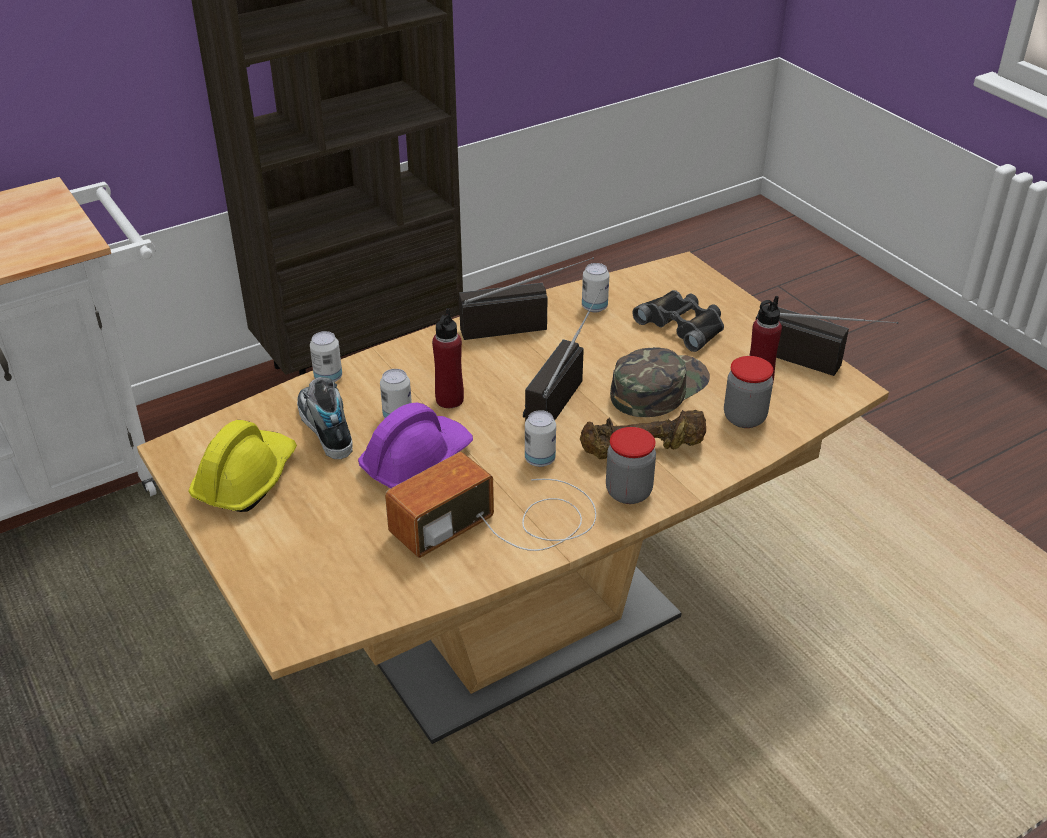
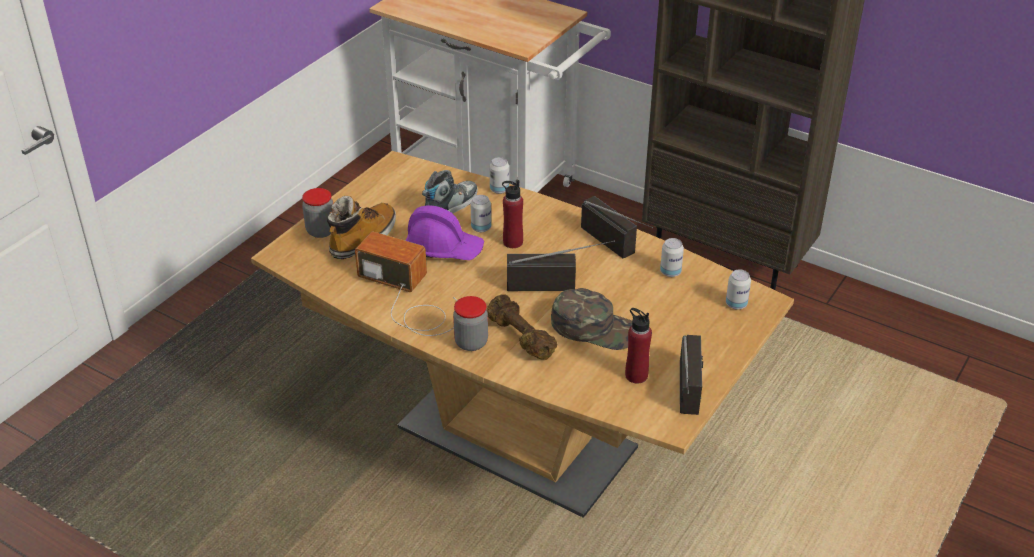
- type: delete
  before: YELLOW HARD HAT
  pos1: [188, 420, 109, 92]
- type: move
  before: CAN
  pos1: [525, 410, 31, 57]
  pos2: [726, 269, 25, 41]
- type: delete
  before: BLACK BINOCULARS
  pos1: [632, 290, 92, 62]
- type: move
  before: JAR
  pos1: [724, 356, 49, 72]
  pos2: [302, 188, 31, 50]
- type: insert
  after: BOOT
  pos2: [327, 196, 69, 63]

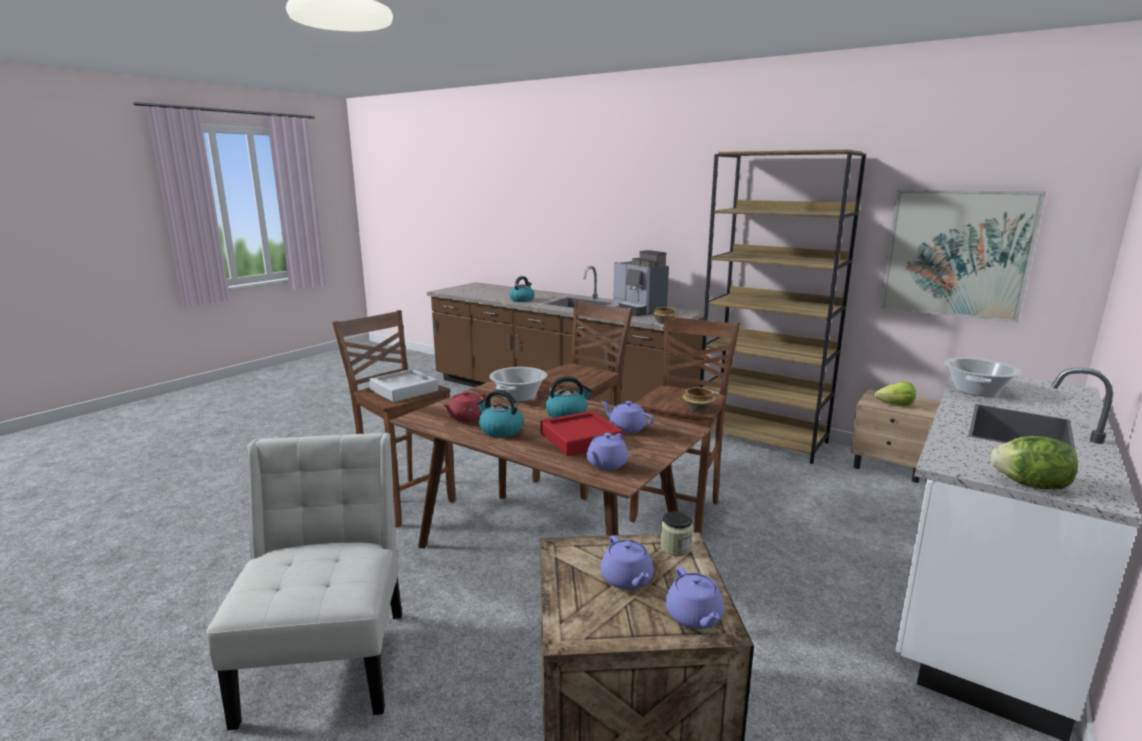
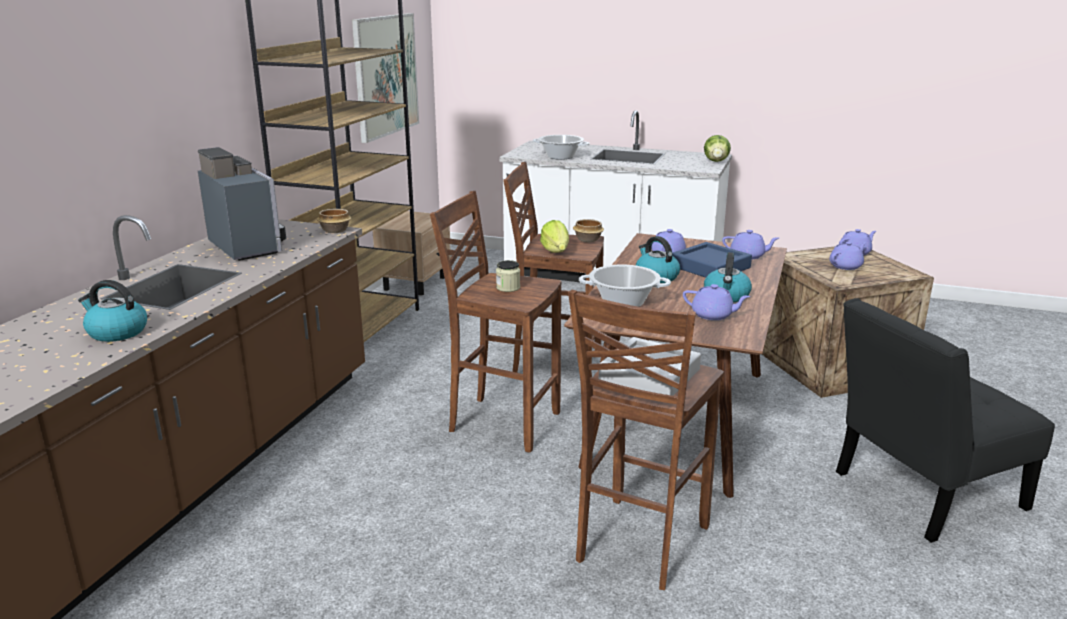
- type: recolor
  before: WHITE CHAIR
  after: BLACK CHAIR
  pos1: [206, 433, 196, 298]
  pos2: [836, 298, 219, 245]
- type: recolor
  before: RED TEAPOT
  after: PURPLE TEAPOT
  pos1: [443, 391, 43, 31]
  pos2: [683, 284, 67, 36]
- type: recolor
  before: RED TRAY
  after: BLUE TRAY
  pos1: [540, 411, 83, 45]
  pos2: [672, 242, 80, 36]
- type: rotate
  before: COFFEE MACHINE
  pos1: [613, 250, 56, 66]
  pos2: [198, 147, 88, 114]
  turn: -75
- type: move
  before: JAR
  pos1: [660, 511, 33, 45]
  pos2: [496, 260, 24, 32]
- type: move
  before: LETTUCE
  pos1: [875, 382, 41, 24]
  pos2: [540, 220, 29, 33]

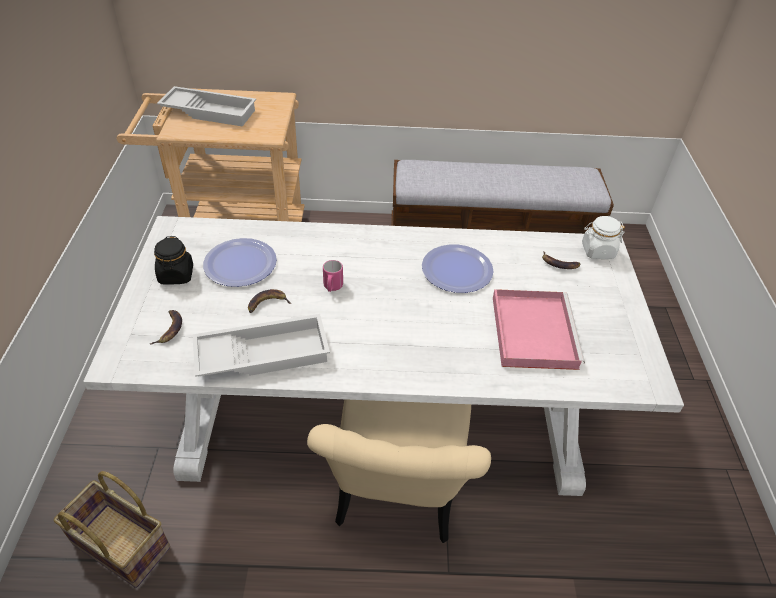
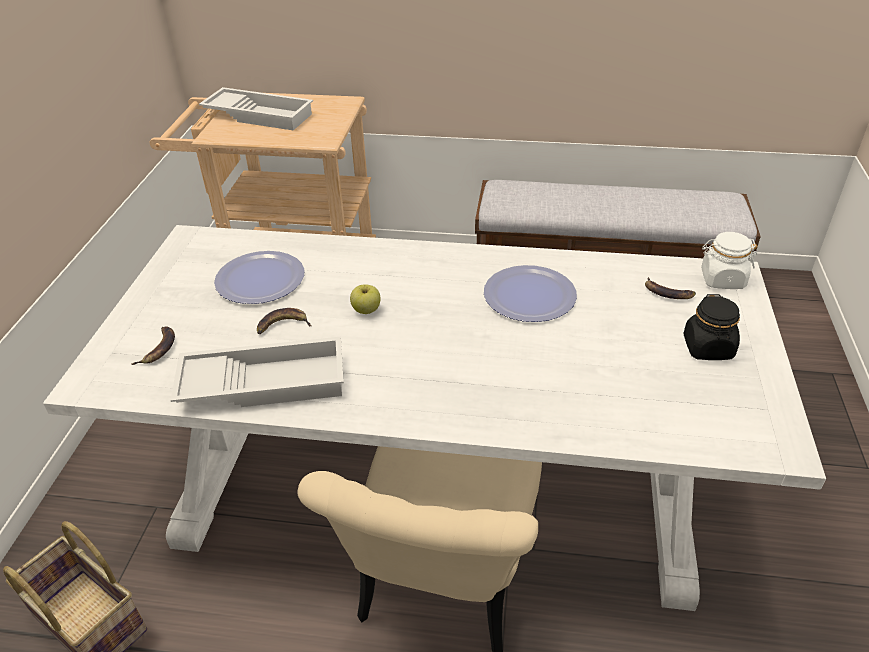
- type: move
  before: BLACK JAR
  pos1: [154, 236, 39, 49]
  pos2: [683, 294, 57, 66]
- type: replace
  before: PINK MUG
  after: APPLE
  pos1: [323, 260, 20, 32]
  pos2: [350, 284, 31, 30]
- type: delete
  before: PINK TRAY
  pos1: [493, 289, 92, 81]

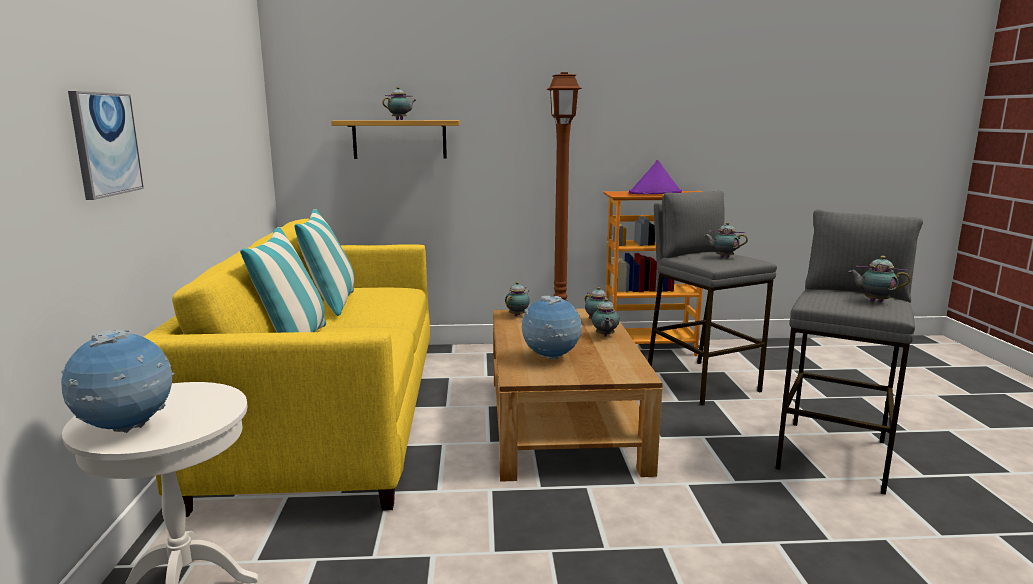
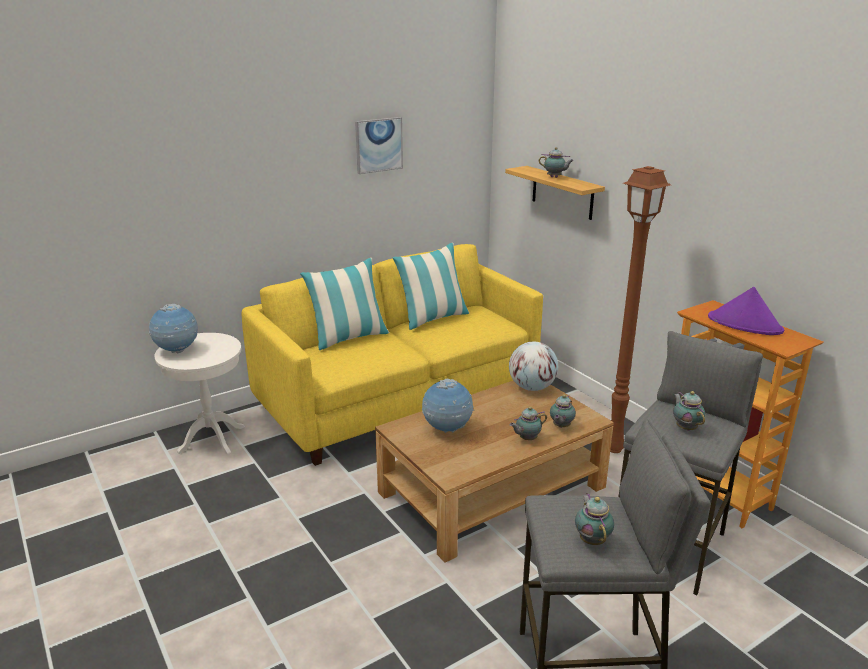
- type: move
  before: PICTURE
  pos1: [68, 91, 76, 109]
  pos2: [355, 117, 48, 57]
- type: replace
  before: TEAPOT
  after: GLOBE
  pos1: [505, 282, 25, 34]
  pos2: [509, 342, 49, 49]

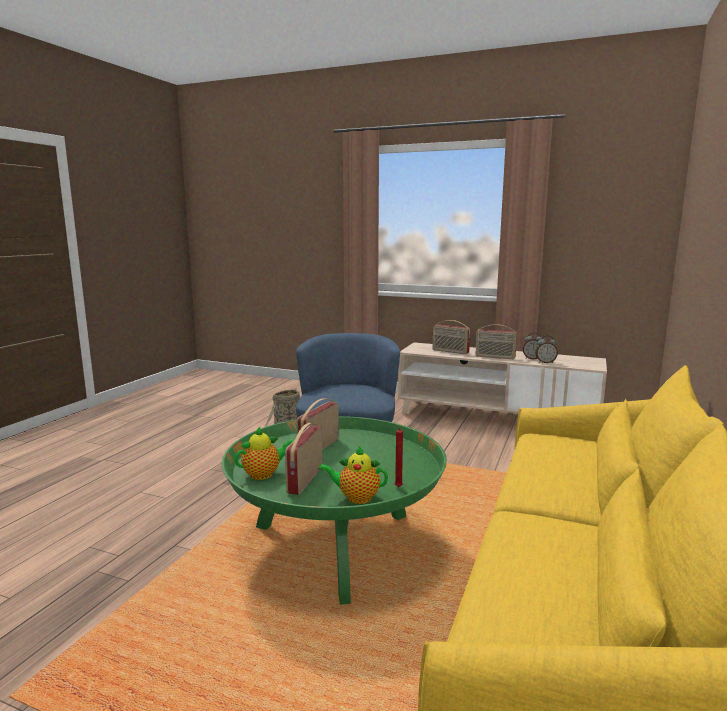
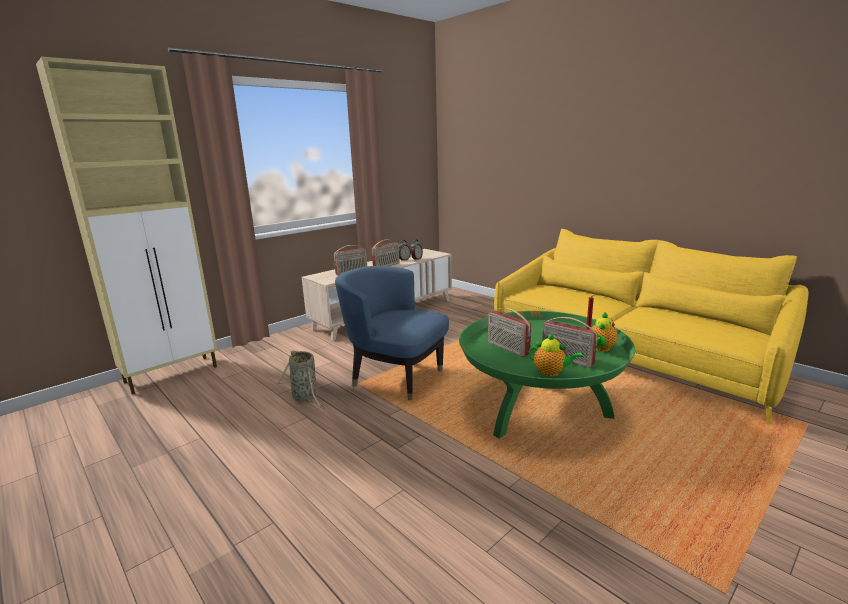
- type: rotate
  before: TEAPOT
  pos1: [235, 427, 59, 53]
  pos2: [529, 333, 55, 44]
  turn: 120
- type: insert
  after: BEIGE CABINET
  pos2: [36, 57, 181, 338]

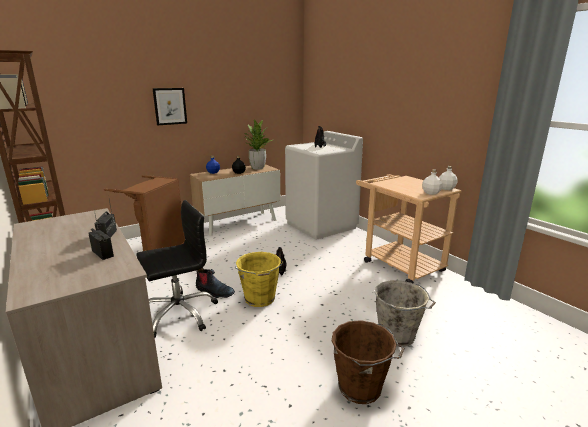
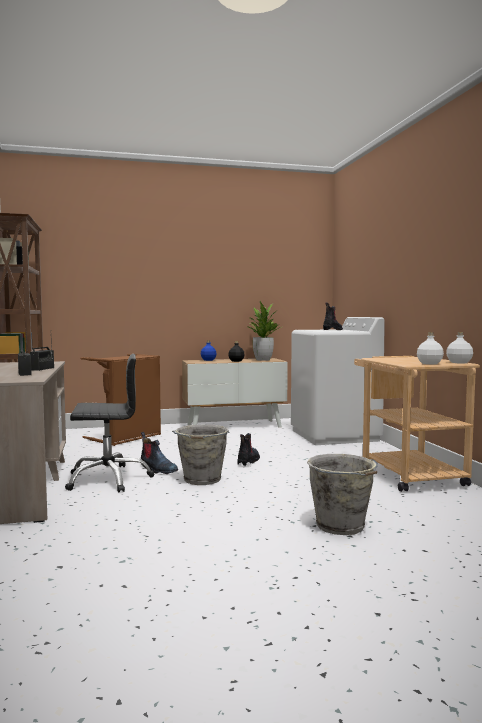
- type: delete
  before: PICTURE
  pos1: [152, 88, 35, 38]
- type: recolor
  before: YELLOW BUCKET
  after: GREY BUCKET
  pos1: [235, 252, 48, 55]
  pos2: [172, 424, 57, 61]
- type: delete
  before: BROWN BUCKET
  pos1: [332, 320, 73, 84]

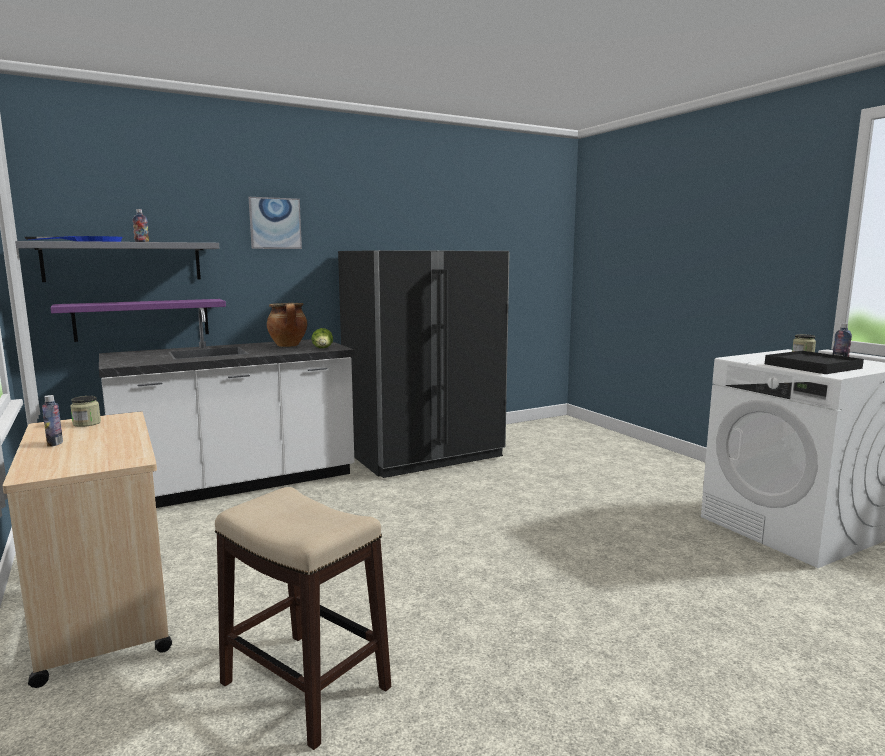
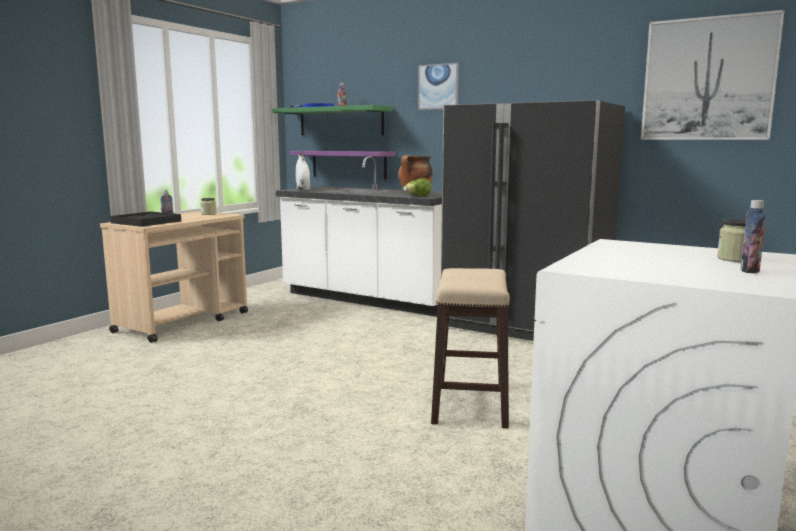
- type: recolor
  before: GREY SHELF
  after: GREEN SHELF
  pos1: [15, 241, 205, 41]
  pos2: [272, 105, 121, 31]
- type: move
  before: STOOL
  pos1: [215, 487, 176, 263]
  pos2: [431, 268, 79, 161]
- type: move
  before: BLACK TRAY
  pos1: [765, 351, 99, 23]
  pos2: [111, 212, 70, 15]
- type: insert
  after: WHITE VASE
  pos2: [296, 154, 14, 36]
- type: insert
  after: PICTURE
  pos2: [641, 10, 144, 130]

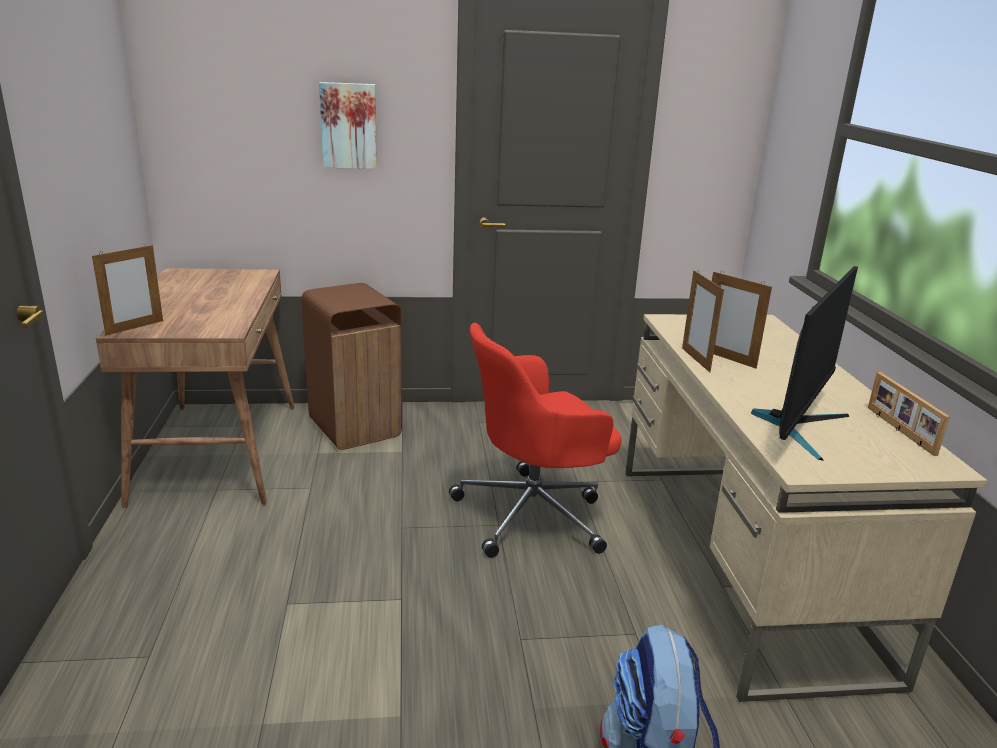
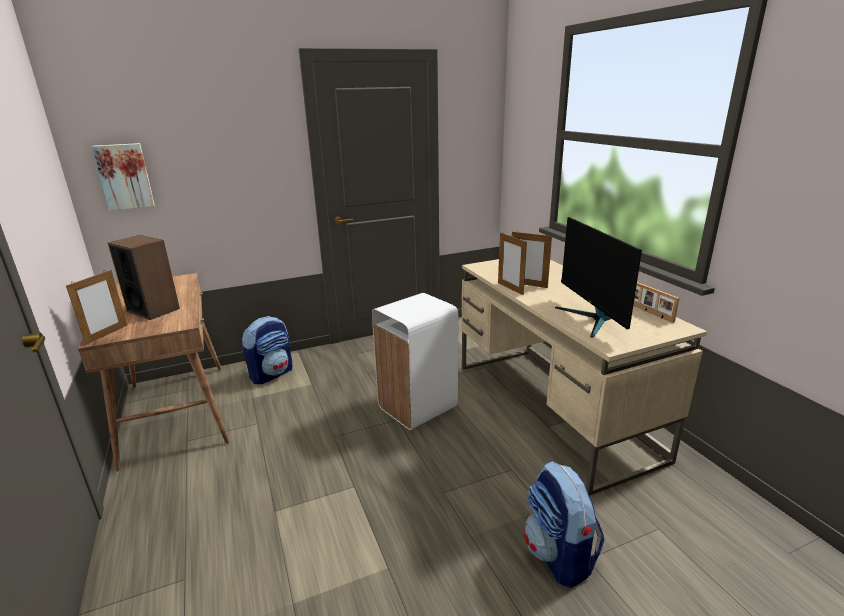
- type: replace
  before: BROWN TRASH CAN
  after: BACKPACK
  pos1: [302, 283, 100, 167]
  pos2: [242, 316, 50, 68]
- type: move
  before: PICTURE
  pos1: [319, 82, 58, 87]
  pos2: [92, 143, 63, 68]
- type: replace
  before: RED OFFICE CHAIR
  after: WHITE TRASH CAN
  pos1: [449, 323, 173, 235]
  pos2: [372, 293, 86, 137]
- type: rotate
  before: MONITOR
  pos1: [751, 266, 107, 195]
  pos2: [555, 217, 87, 121]
  turn: 150
- type: insert
  after: SPEAKER
  pos2: [108, 235, 72, 85]

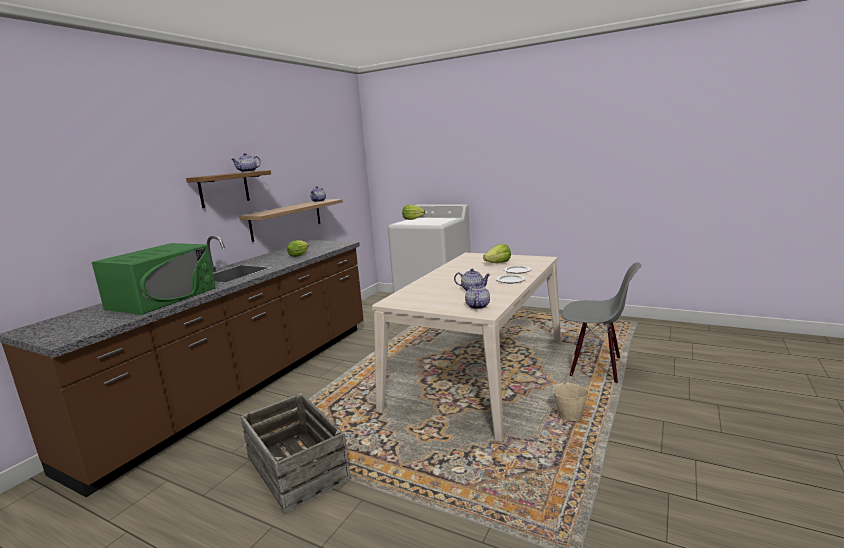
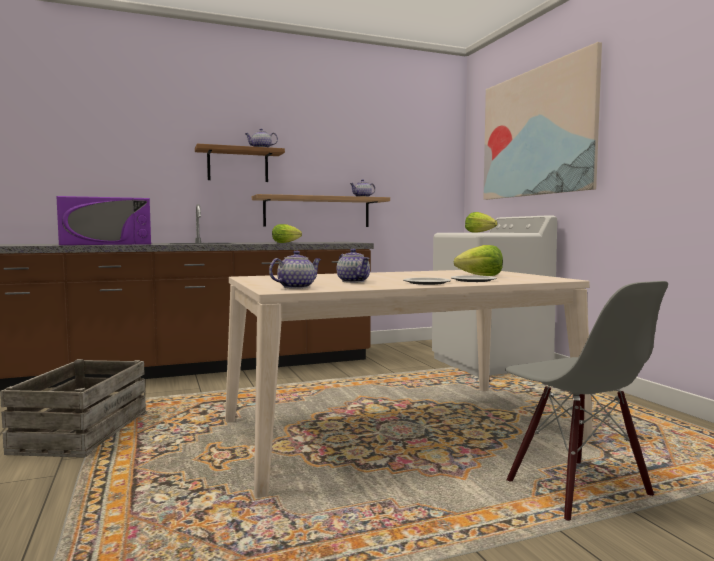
- type: recolor
  before: GREEN MICROWAVE
  after: PURPLE MICROWAVE
  pos1: [92, 243, 124, 72]
  pos2: [56, 196, 95, 49]
- type: delete
  before: BEIGE BUCKET
  pos1: [553, 373, 36, 48]
- type: insert
  after: PICTURE
  pos2: [484, 42, 118, 158]

